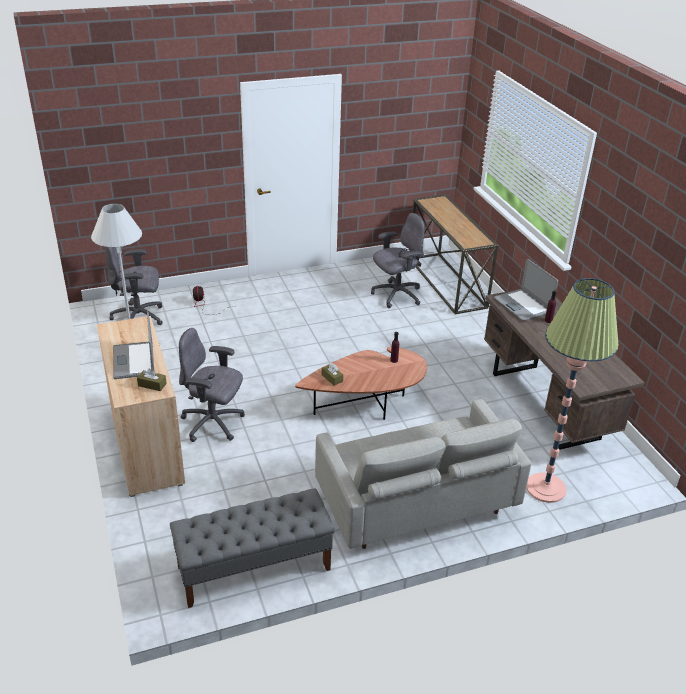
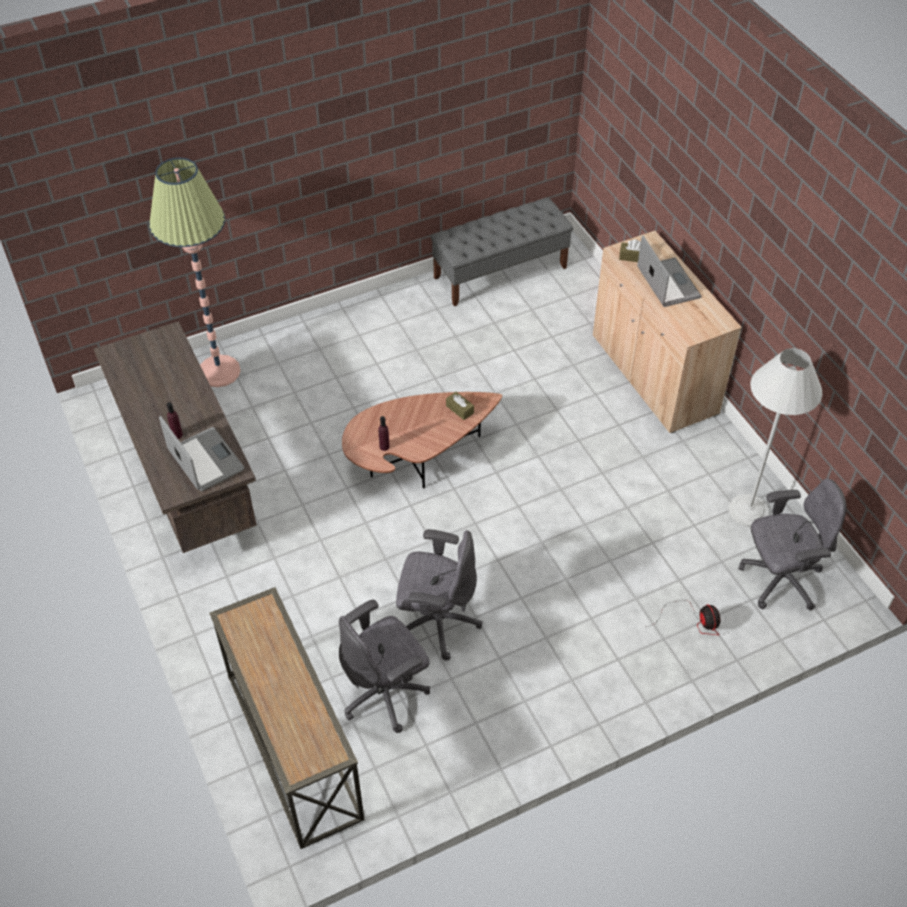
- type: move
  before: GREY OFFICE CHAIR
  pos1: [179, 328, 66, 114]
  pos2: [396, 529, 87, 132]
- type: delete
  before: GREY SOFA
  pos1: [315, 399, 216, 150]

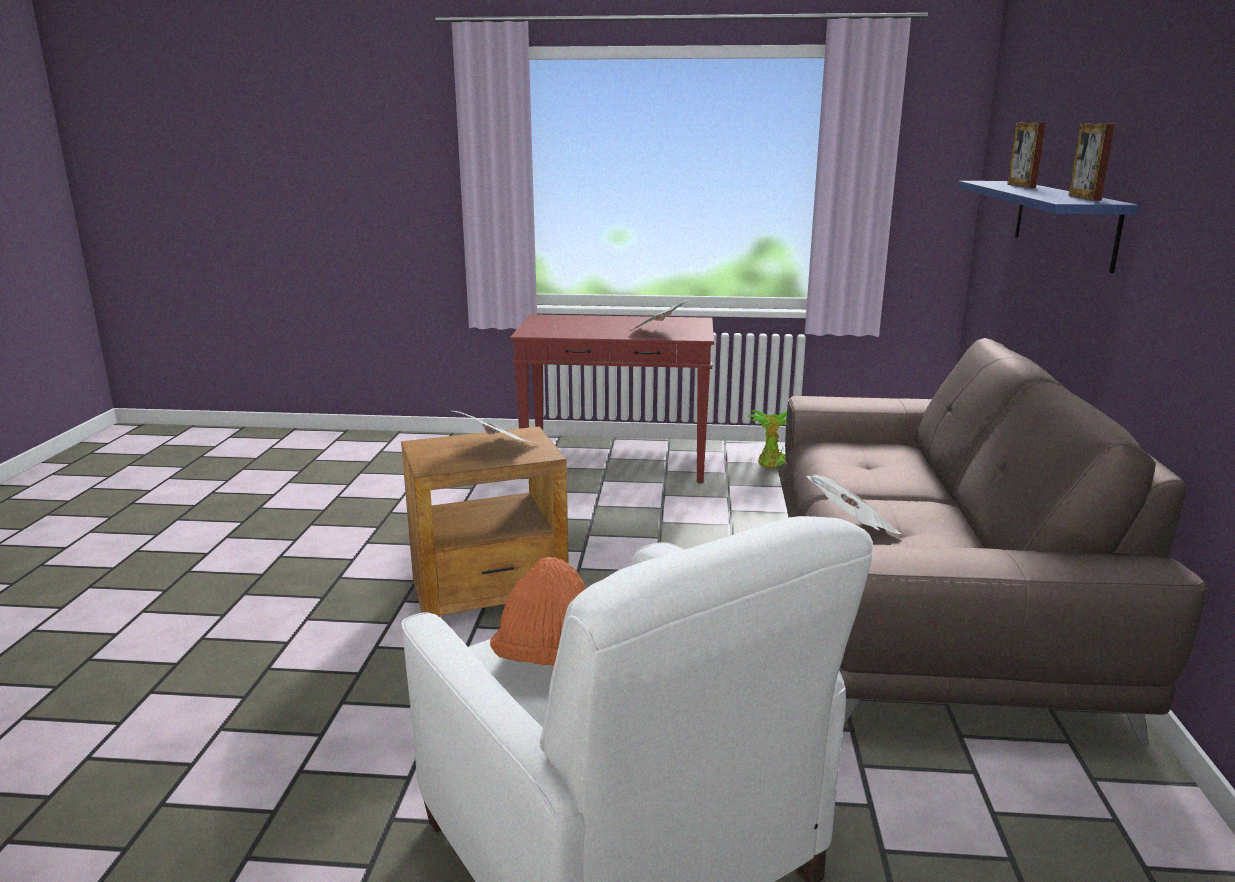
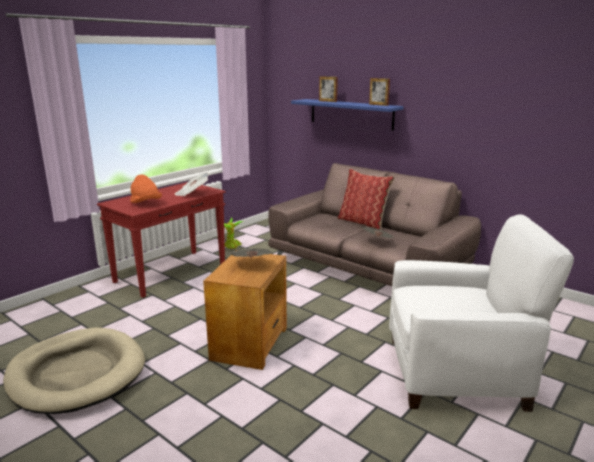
- type: move
  before: ORANGE HAT
  pos1: [490, 557, 96, 109]
  pos2: [130, 174, 32, 29]
- type: insert
  after: BEIGE DOG BED
  pos2: [3, 327, 142, 87]
- type: insert
  after: PILLOW
  pos2: [337, 169, 58, 61]

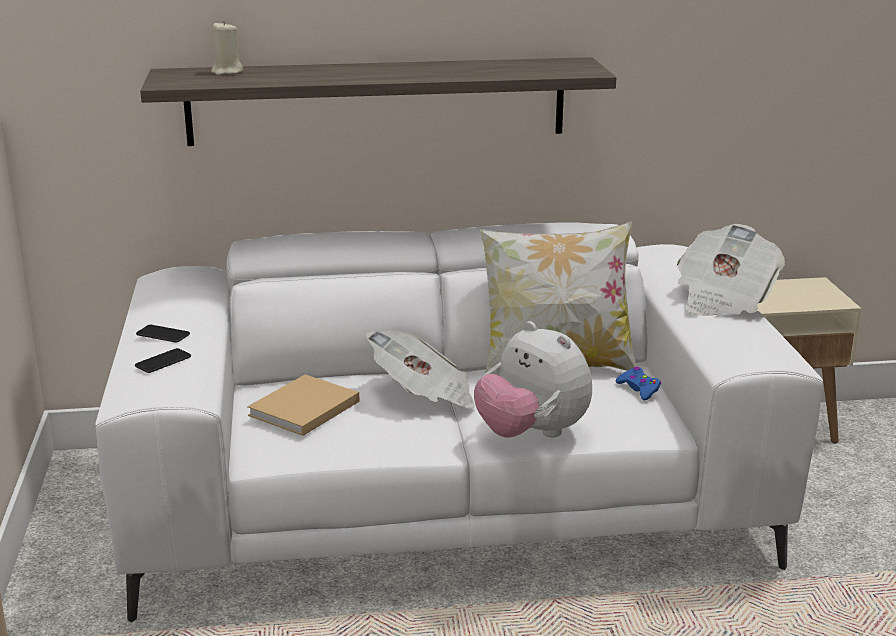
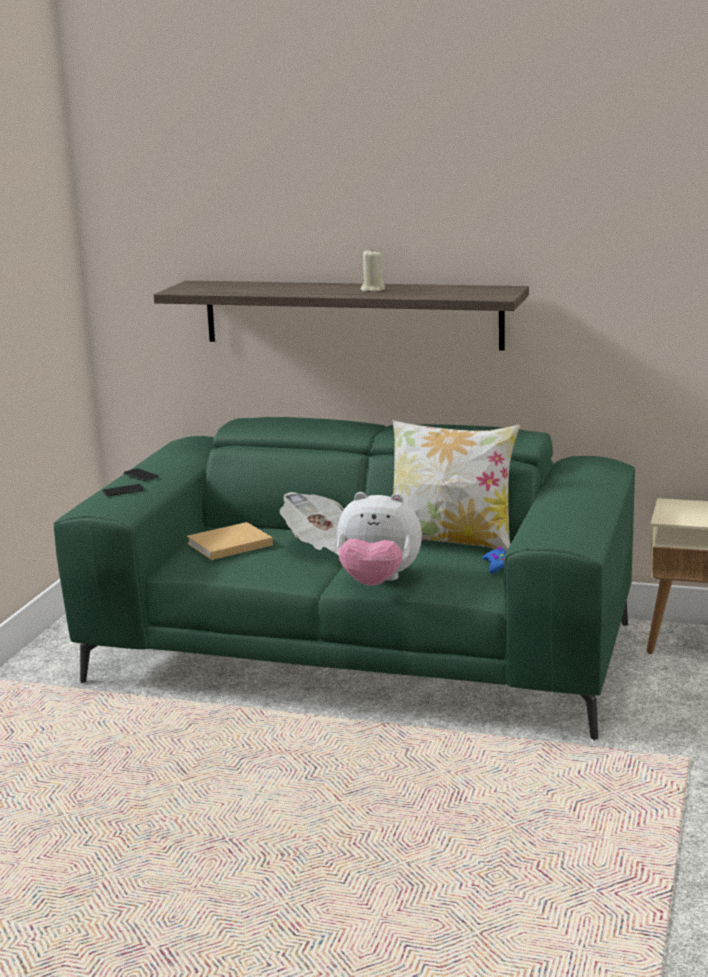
- type: recolor
  before: WHITE SOFA
  after: GREEN SOFA
  pos1: [95, 222, 728, 401]
  pos2: [53, 417, 582, 323]
- type: move
  before: BEIGE CANDLE
  pos1: [211, 21, 32, 54]
  pos2: [361, 250, 24, 42]
- type: rotate
  before: PLUSH TOY
  pos1: [474, 321, 118, 117]
  pos2: [337, 492, 85, 94]
  turn: -60
- type: delete
  before: NEWSPAPER
  pos1: [677, 224, 108, 92]

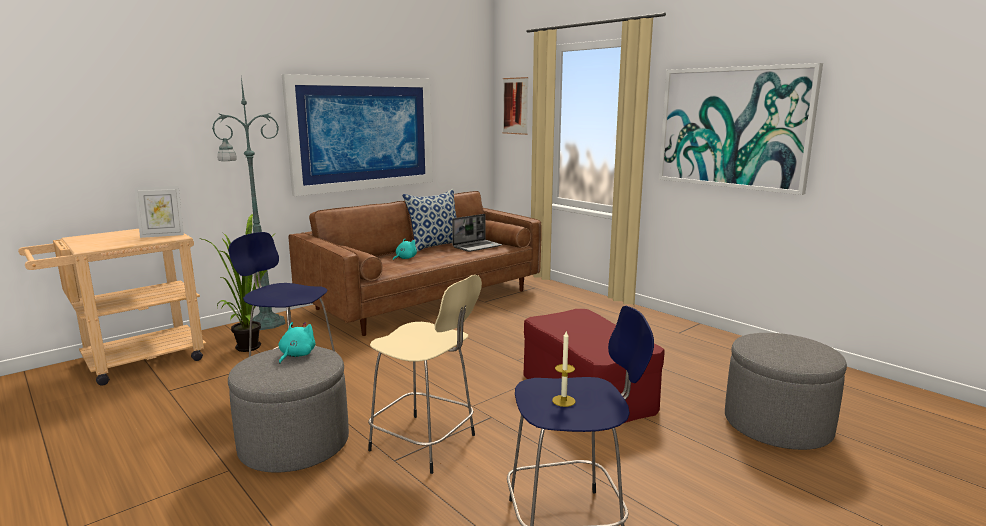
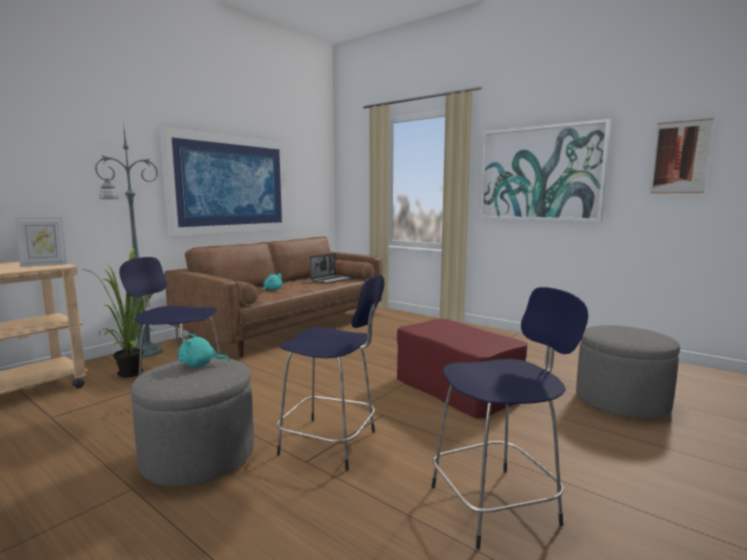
- type: rotate
  before: TURQUOISE PLUSH TOY
  pos1: [279, 322, 37, 42]
  pos2: [178, 333, 52, 34]
  turn: -105
- type: recolor
  before: BEIGE STOOL
  after: BLUE STOOL
  pos1: [368, 275, 114, 199]
  pos2: [277, 275, 107, 195]
- type: delete
  before: PILLOW
  pos1: [402, 189, 55, 63]
- type: move
  before: PICTURE
  pos1: [503, 77, 26, 58]
  pos2: [650, 118, 64, 76]
- type: delete
  before: CANDLE
  pos1: [552, 331, 23, 76]

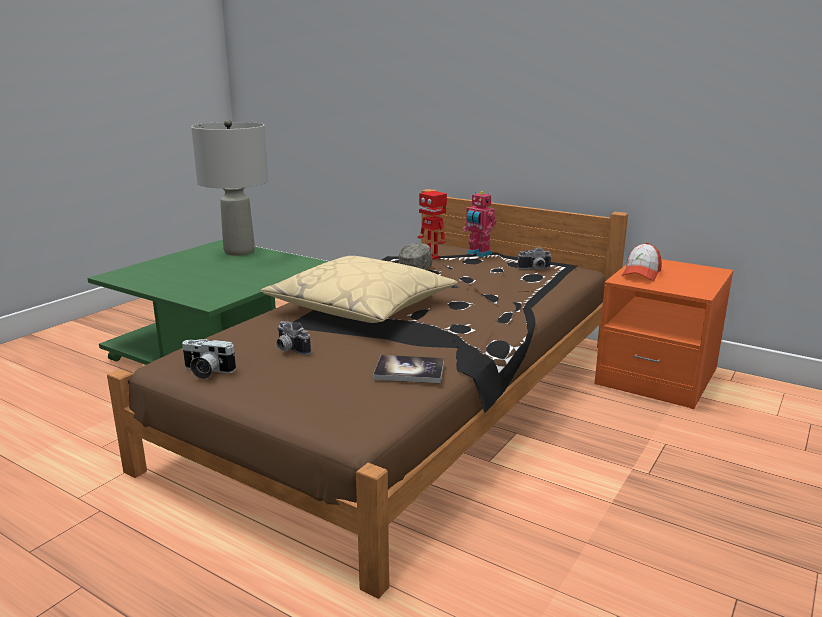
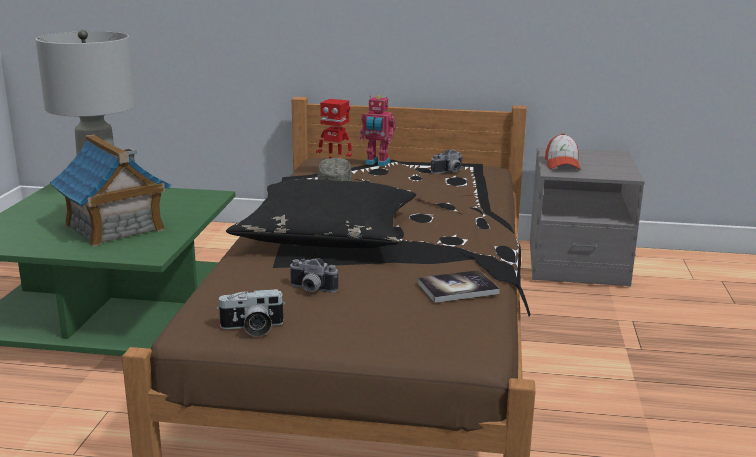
- type: recolor
  before: BEIGE PILLOW
  after: BLACK PILLOW
  pos1: [261, 256, 197, 67]
  pos2: [226, 179, 190, 69]
- type: recolor
  before: ORANGE NIGHTSTAND
  after: GREY NIGHTSTAND
  pos1: [594, 259, 140, 150]
  pos2: [530, 147, 115, 139]
- type: insert
  after: TOY HOUSE
  pos2: [50, 134, 121, 113]

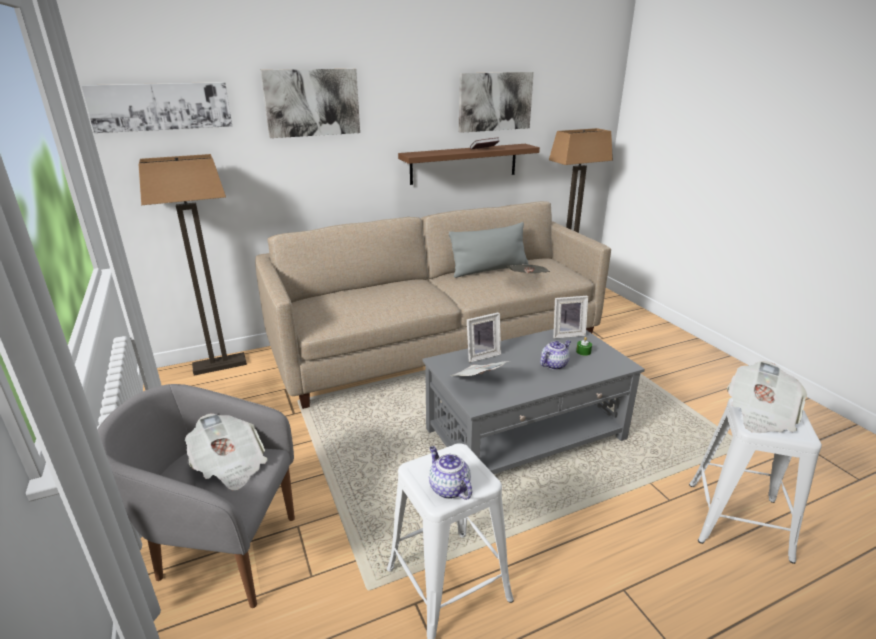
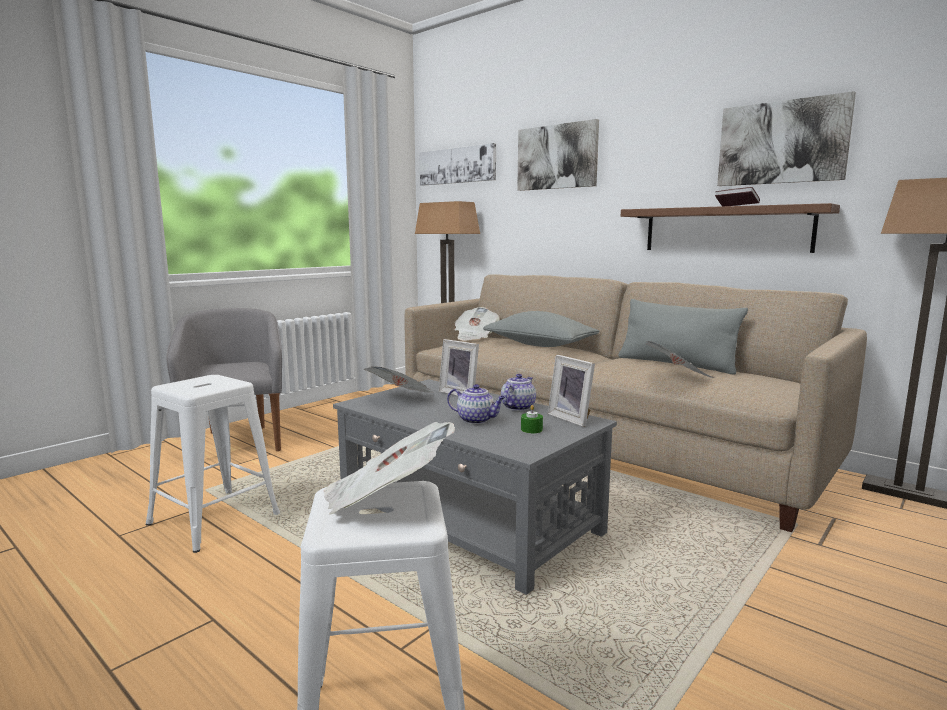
- type: move
  before: NEWSPAPER
  pos1: [185, 413, 82, 77]
  pos2: [454, 307, 46, 34]
- type: move
  before: TEAPOT
  pos1: [429, 446, 43, 54]
  pos2: [501, 374, 35, 37]
- type: insert
  after: GREY PILLOW
  pos2: [483, 311, 116, 36]

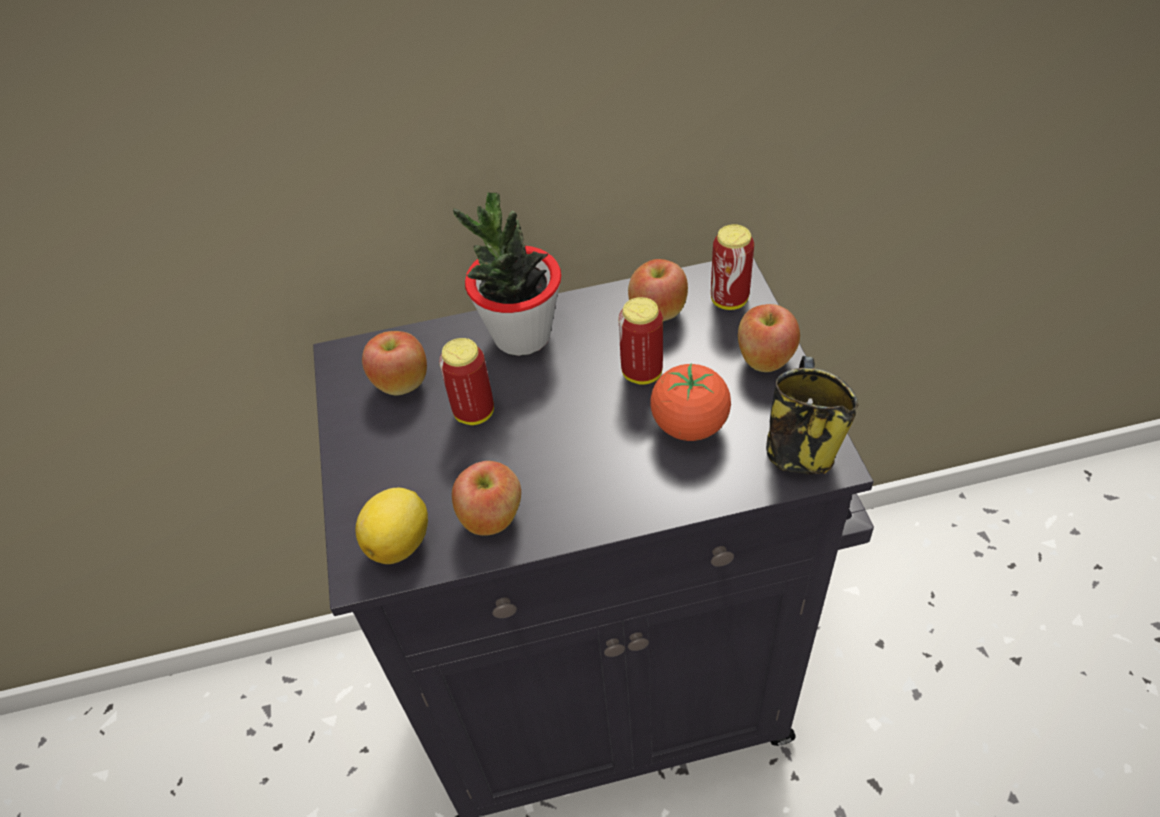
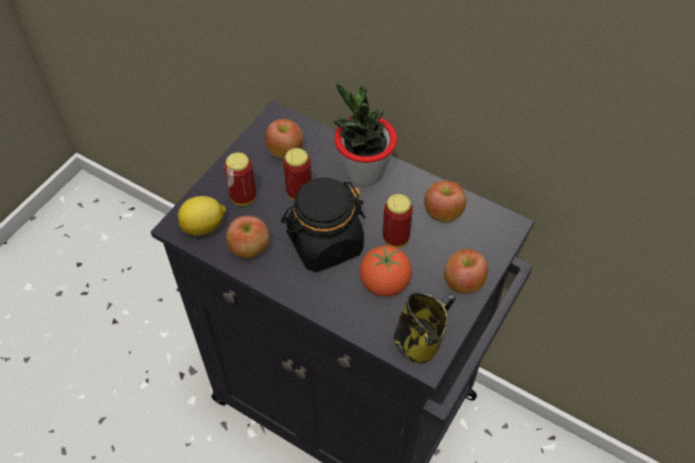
- type: move
  before: CAN
  pos1: [711, 224, 43, 86]
  pos2: [224, 152, 32, 54]
- type: insert
  after: BLACK JAR
  pos2: [281, 177, 84, 95]

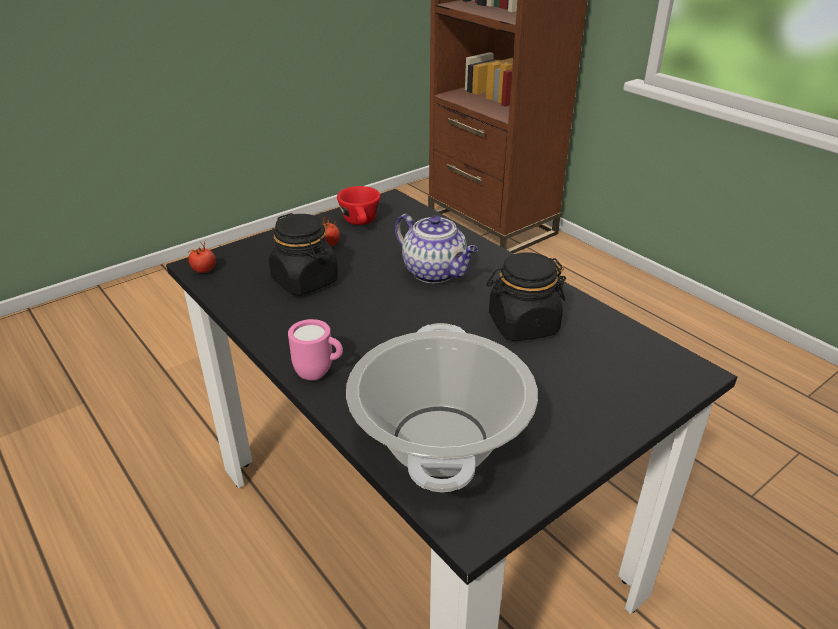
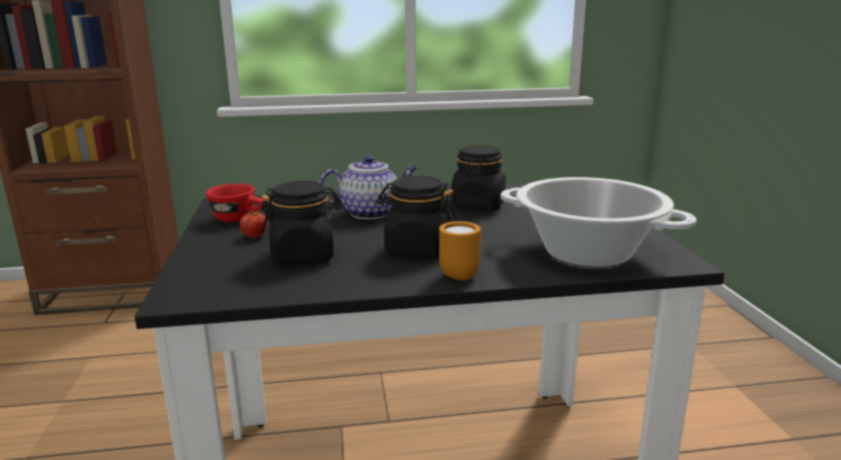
- type: delete
  before: TOMATO
  pos1: [188, 242, 28, 31]
- type: recolor
  before: PINK MUG
  after: ORANGE MUG
  pos1: [288, 319, 55, 62]
  pos2: [439, 221, 42, 60]
- type: insert
  after: BLACK JAR
  pos2: [377, 176, 79, 81]

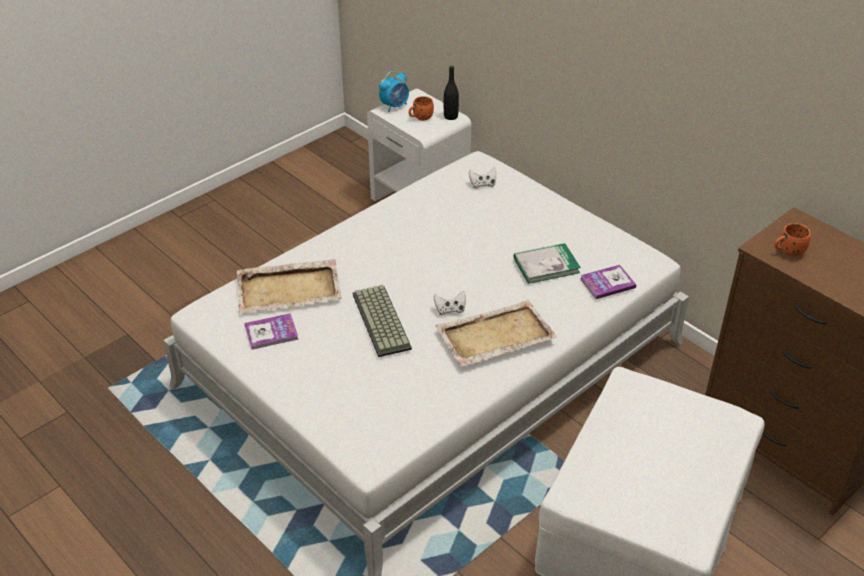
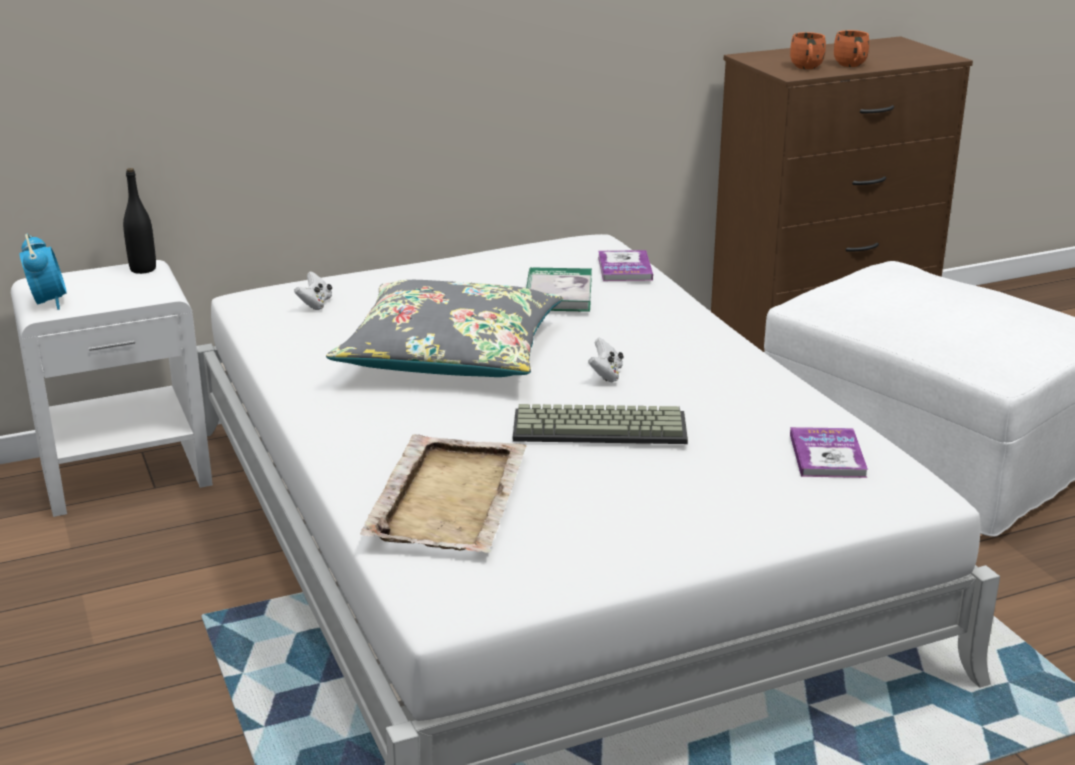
- type: move
  before: BOOK
  pos1: [245, 313, 54, 37]
  pos2: [790, 427, 78, 51]
- type: move
  before: ORANGE MUG
  pos1: [408, 96, 26, 25]
  pos2: [834, 30, 35, 37]
- type: delete
  before: BEIGE TRAY
  pos1: [435, 299, 122, 68]
- type: insert
  after: GREY PILLOW
  pos2: [326, 280, 237, 97]

